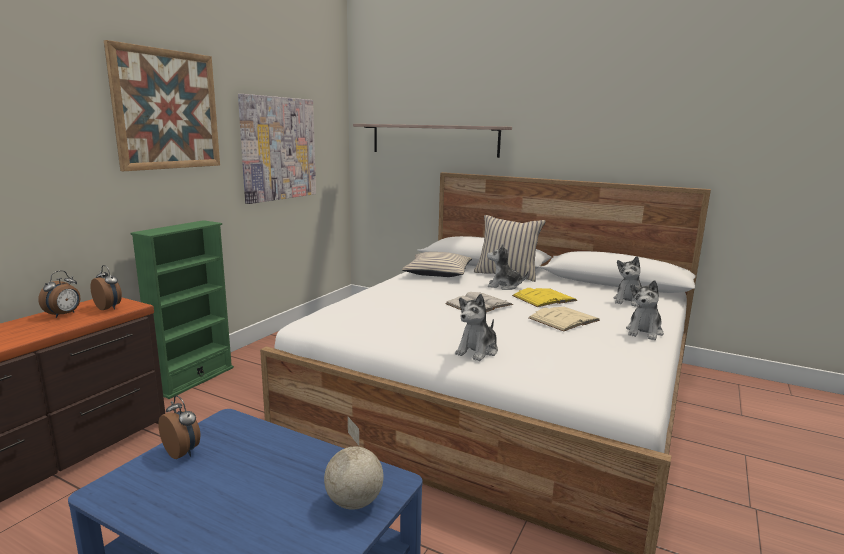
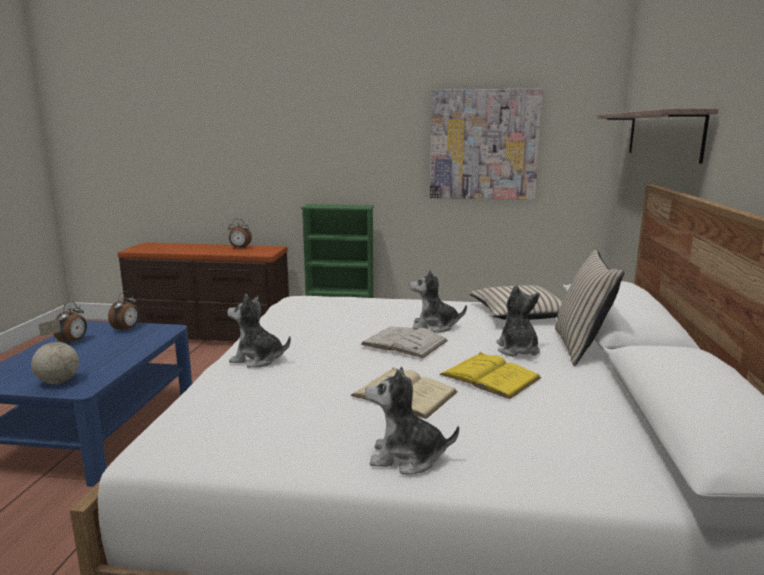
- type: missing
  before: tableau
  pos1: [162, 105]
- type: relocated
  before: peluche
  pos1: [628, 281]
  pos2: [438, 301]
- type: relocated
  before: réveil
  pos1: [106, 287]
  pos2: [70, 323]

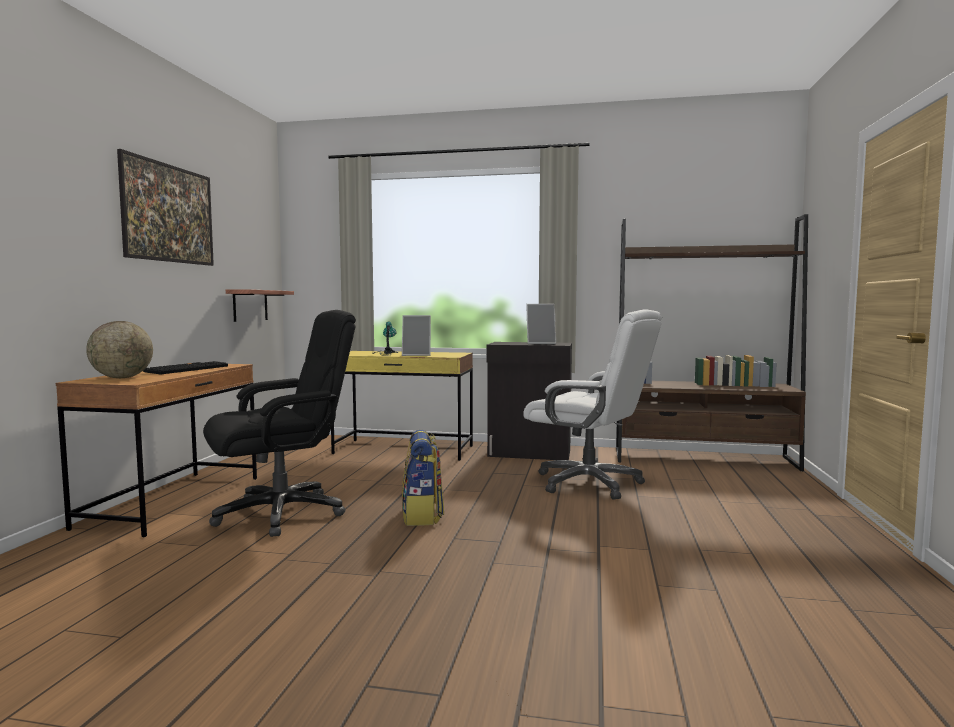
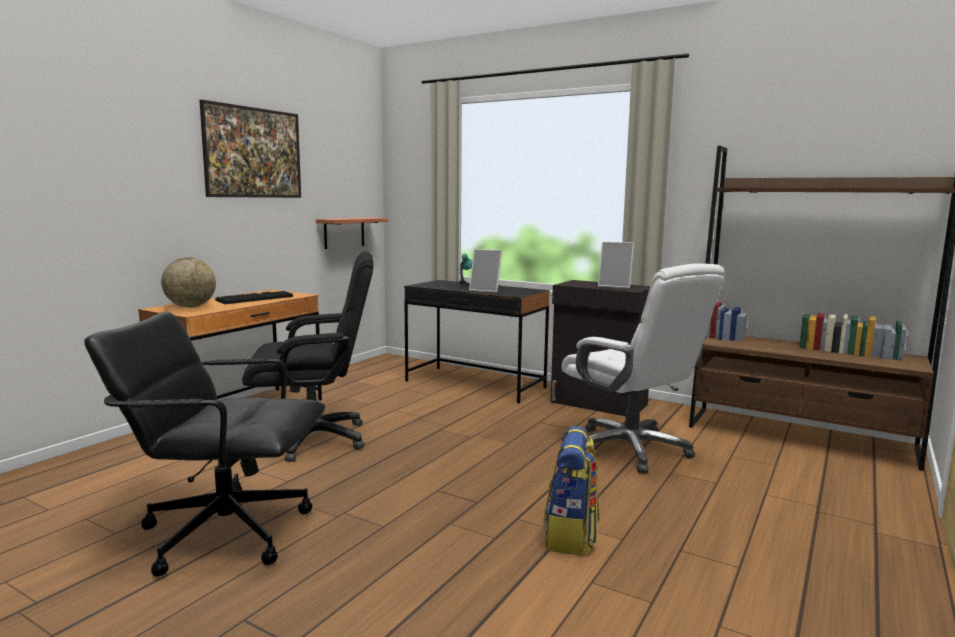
- type: colour
  before: bureau/jaune
  after: bureau/noir
  pos1: [402, 406]
  pos2: [477, 341]
- type: relocated
  before: sac à dos
  pos1: [423, 478]
  pos2: [571, 490]
- type: appeared
  after: chaise de bureau/noir
  pos2: [204, 444]

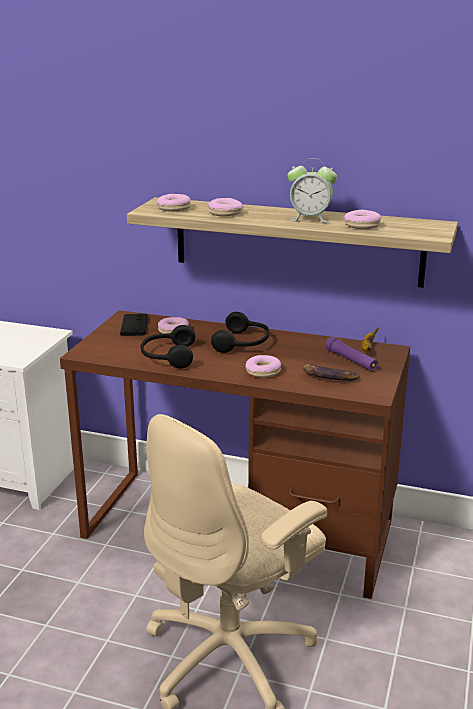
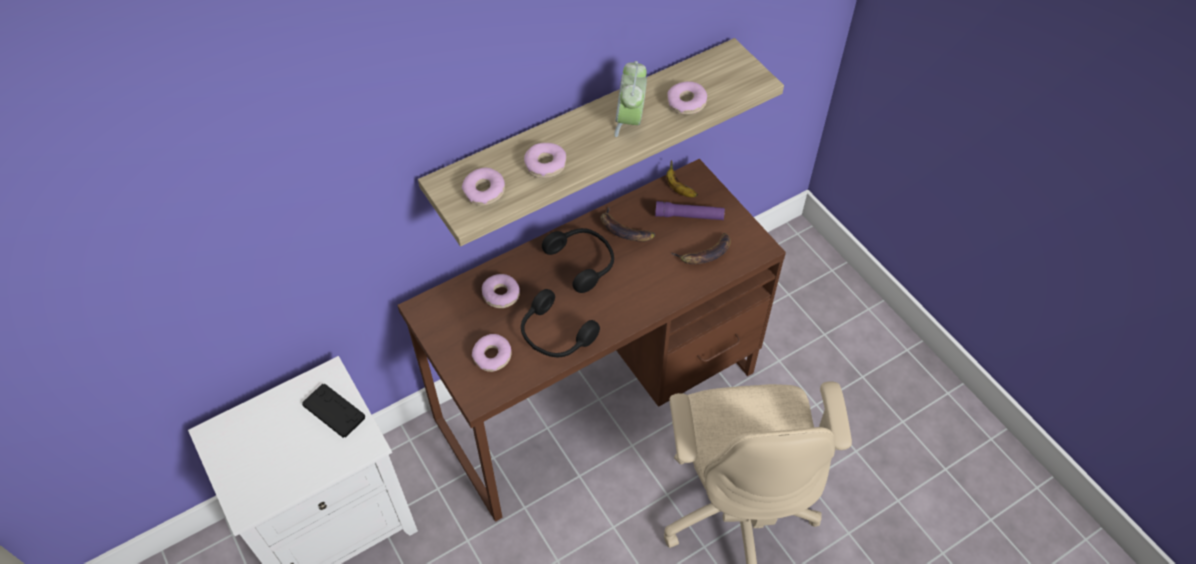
- type: spun
  before: réveil
  pos1: [312, 190]
  pos2: [630, 99]
  turn: 135
- type: relocated
  before: manette/noir
  pos1: [134, 325]
  pos2: [333, 410]
- type: relocated
  before: beignet
  pos1: [263, 366]
  pos2: [492, 353]
- type: appeared
  after: banane
  pos2: [627, 224]

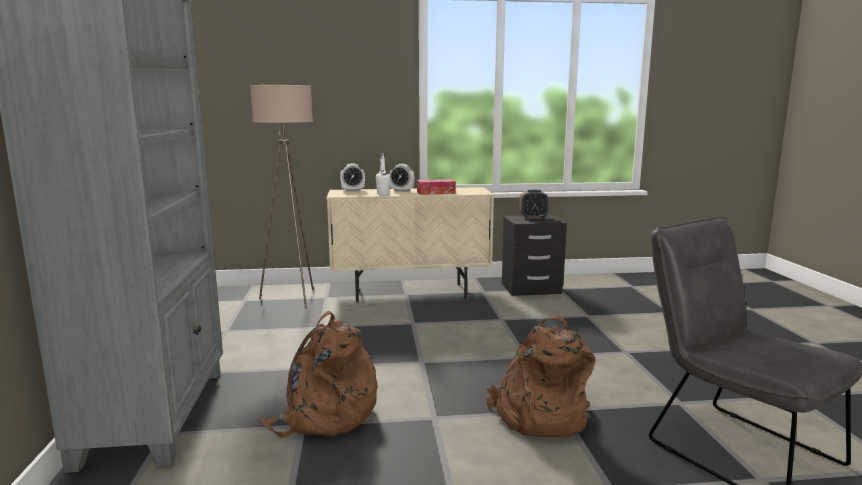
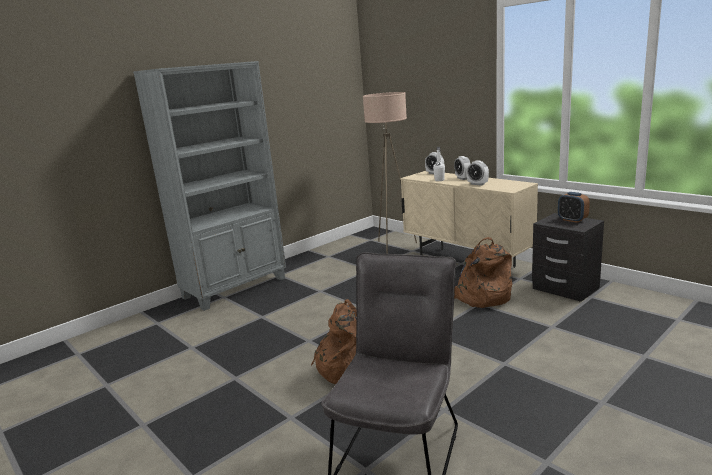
- type: exchanged
  before: boîte à mouchoirs
  after: réveil
  pos1: [436, 187]
  pos2: [478, 173]
- type: relocated
  before: sac à dos/marron
  pos1: [318, 374]
  pos2: [483, 272]

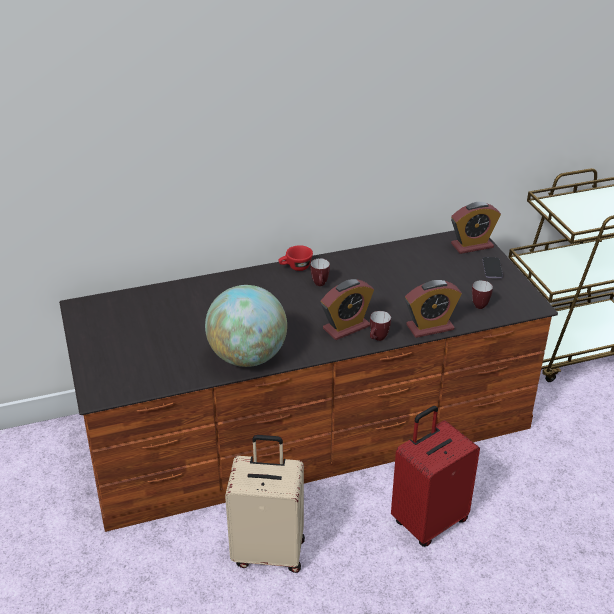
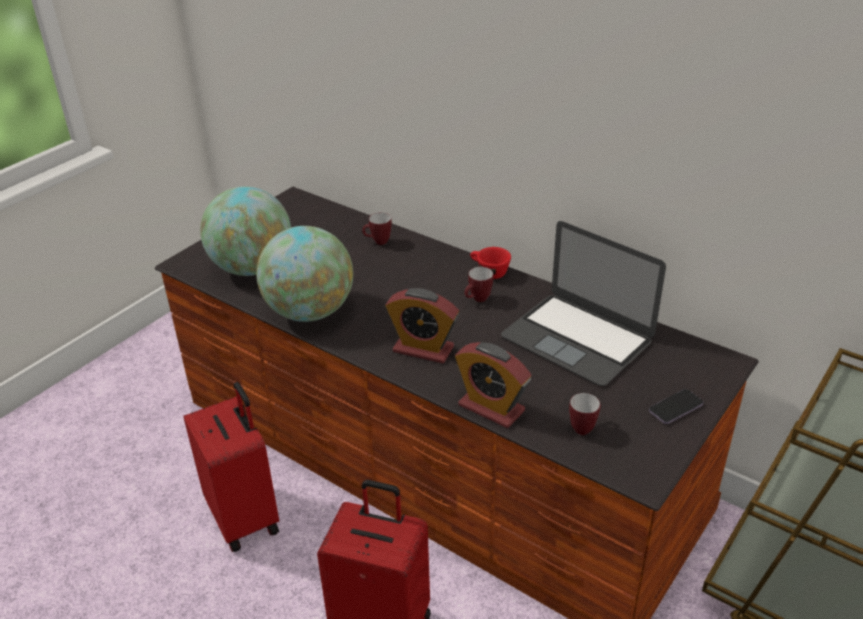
- type: missing
  before: réveil
  pos1: [476, 228]
- type: relocated
  before: mug
  pos1: [380, 326]
  pos2: [377, 229]
- type: colour
  before: valise/beige
  after: valise/rouge
  pos1: [265, 504]
  pos2: [231, 467]
- type: appeared
  after: globe
  pos2: [245, 231]
- type: appeared
  after: ordinateur portable
  pos2: [583, 303]

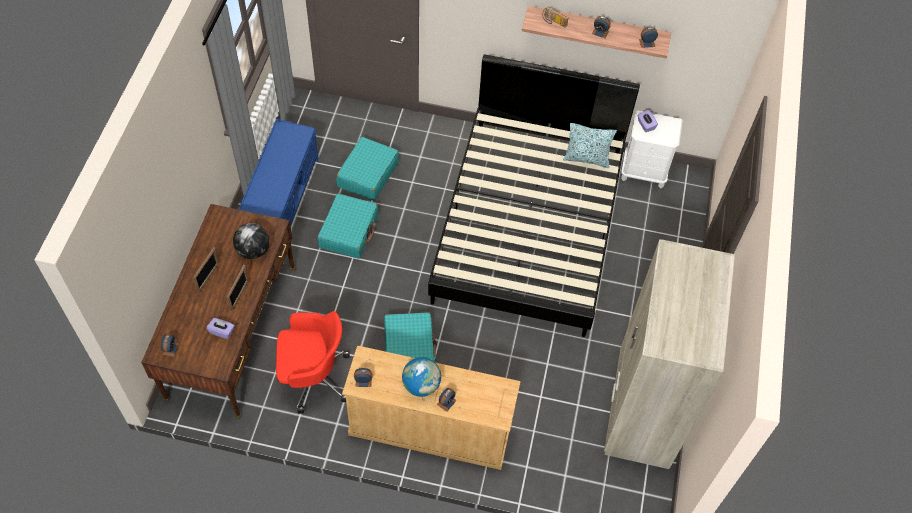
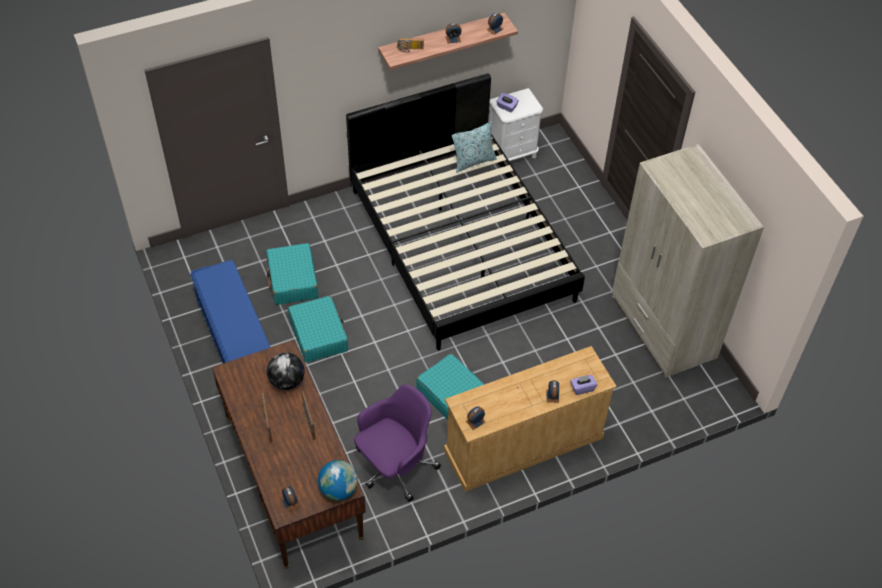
- type: colour
  before: chaise de bureau/rouge
  after: chaise de bureau/violet
  pos1: [313, 362]
  pos2: [397, 443]
- type: relocated
  before: boîte à mouchoirs/violet
  pos1: [220, 328]
  pos2: [584, 385]
- type: relocated
  before: globe
  pos1: [421, 377]
  pos2: [338, 480]

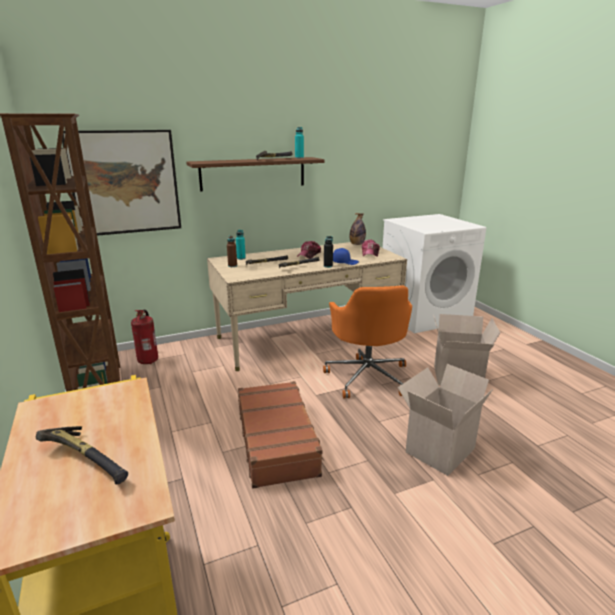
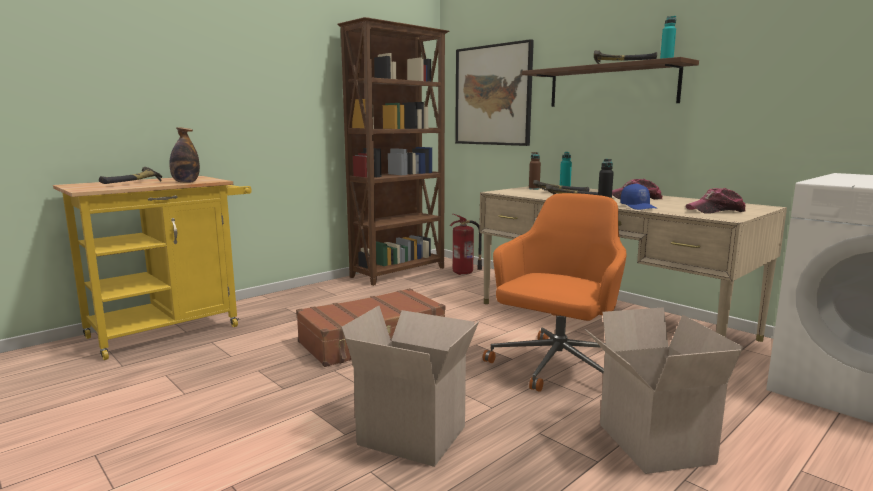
- type: relocated
  before: bouteille
  pos1: [358, 229]
  pos2: [184, 155]
- type: spun
  before: chaise de bureau/orange
  pos1: [367, 341]
  pos2: [555, 292]
  turn: 150

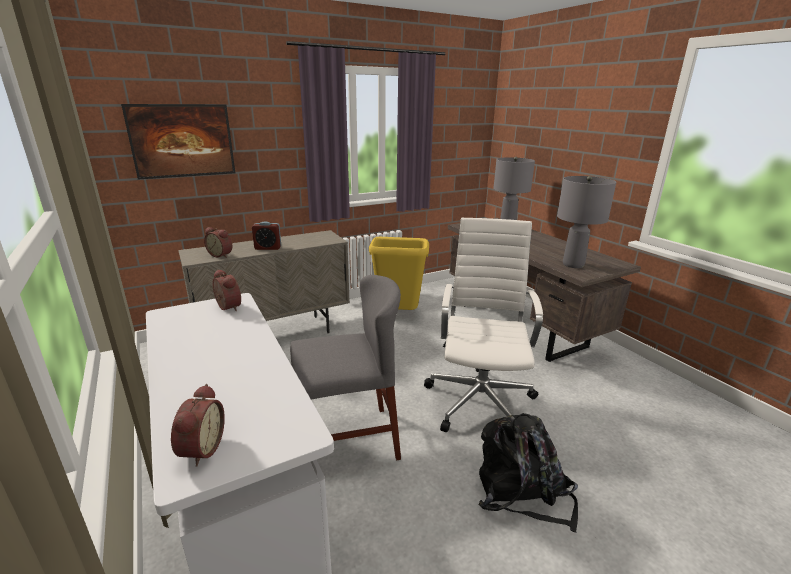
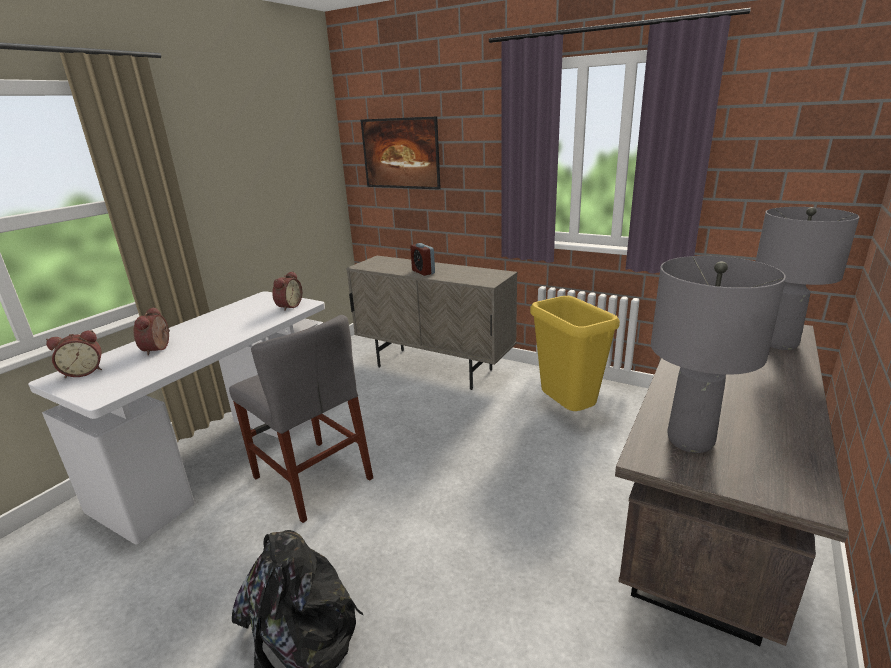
- type: missing
  before: chaise de bureau/blanc
  pos1: [483, 325]
- type: relocated
  before: réveil
  pos1: [218, 242]
  pos2: [152, 331]

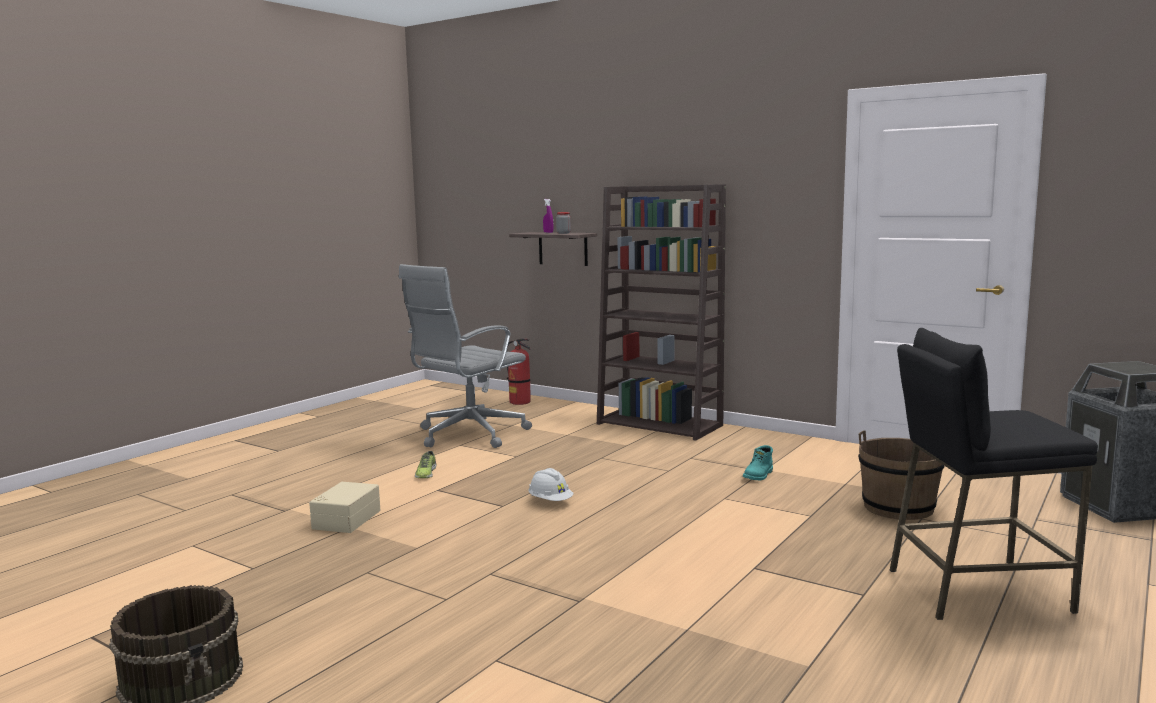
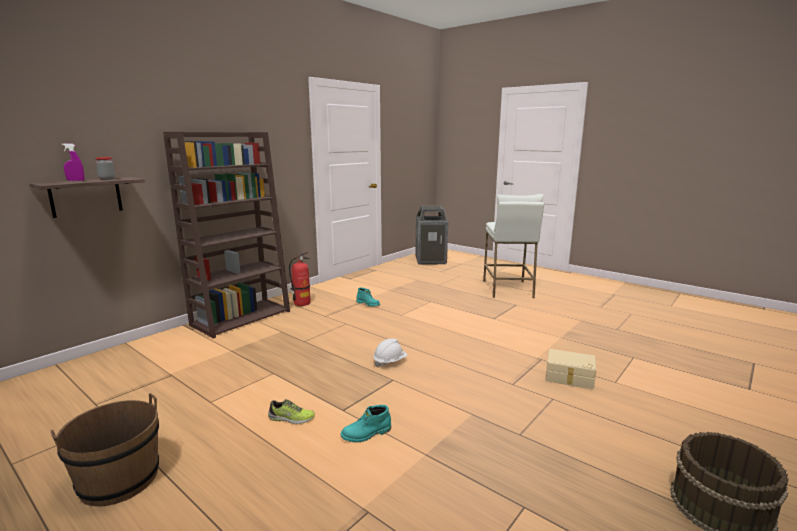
- type: missing
  before: chaise de bureau/gris
  pos1: [465, 356]
- type: colour
  before: tabouret/noir
  after: tabouret/blanc
  pos1: [994, 474]
  pos2: [513, 246]
- type: relocated
  before: extincteur
  pos1: [519, 371]
  pos2: [300, 279]
- type: relocated
  before: seau/marron
  pos1: [901, 475]
  pos2: [105, 450]
- type: relocated
  before: boîte de rangement/beige
  pos1: [345, 507]
  pos2: [570, 369]
- type: appeared
  after: botte/turquoise
  pos2: [366, 423]

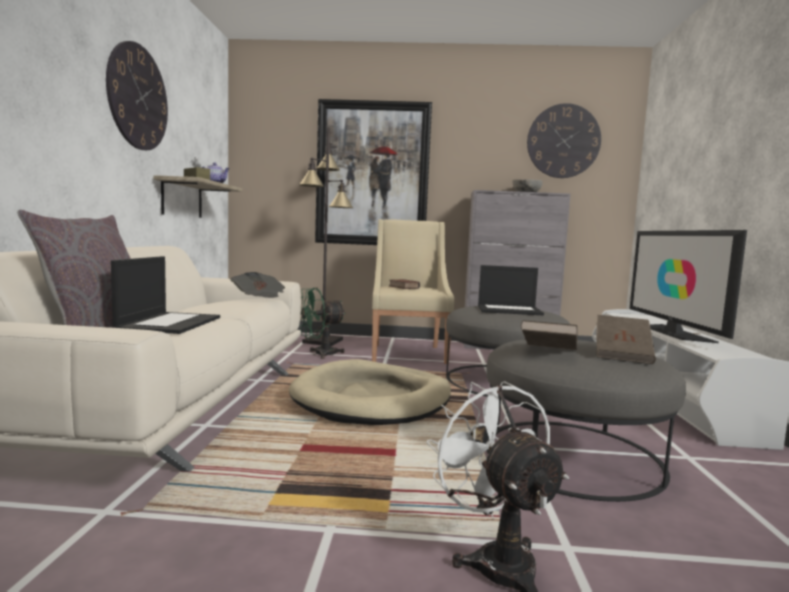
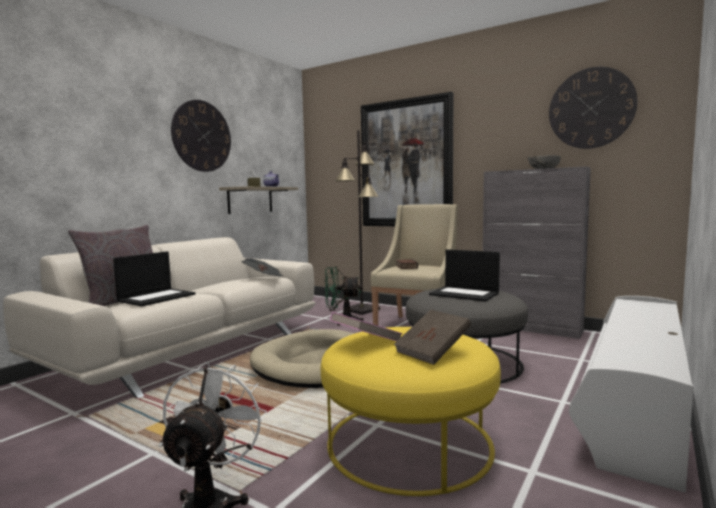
- type: missing
  before: téléviseur
  pos1: [688, 286]
- type: colour
  before: livre/marron
  after: livre/rose
  pos1: [549, 335]
  pos2: [366, 326]
- type: colour
  before: pouf/gris
  after: pouf/jaune
  pos1: [586, 420]
  pos2: [411, 411]

